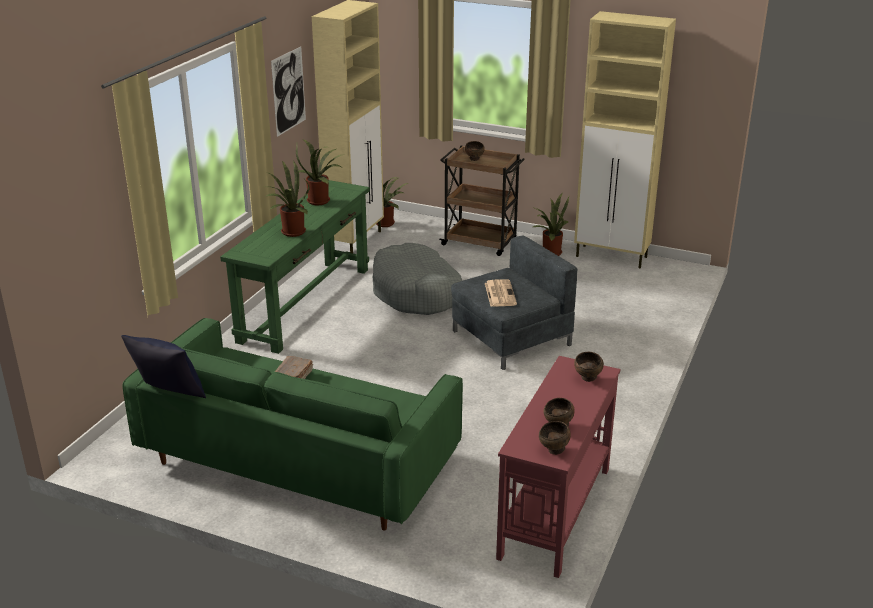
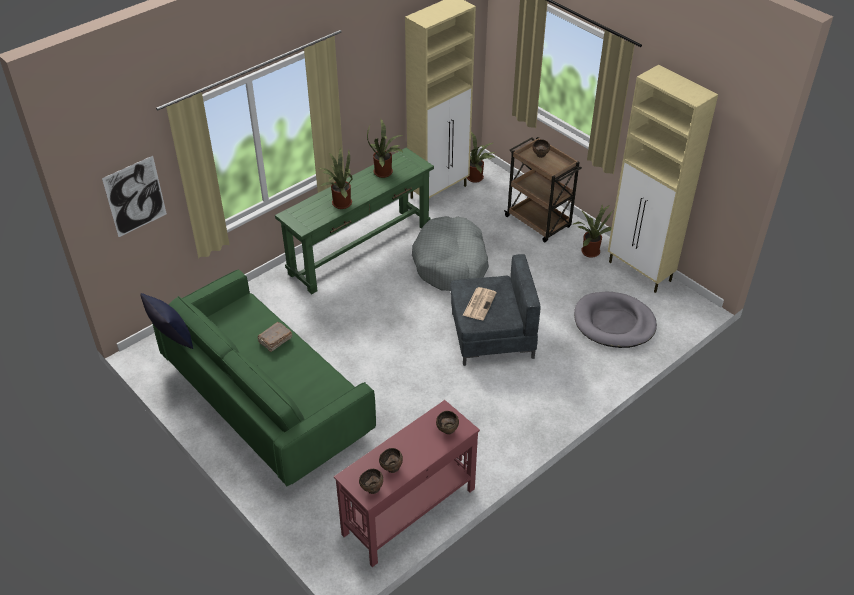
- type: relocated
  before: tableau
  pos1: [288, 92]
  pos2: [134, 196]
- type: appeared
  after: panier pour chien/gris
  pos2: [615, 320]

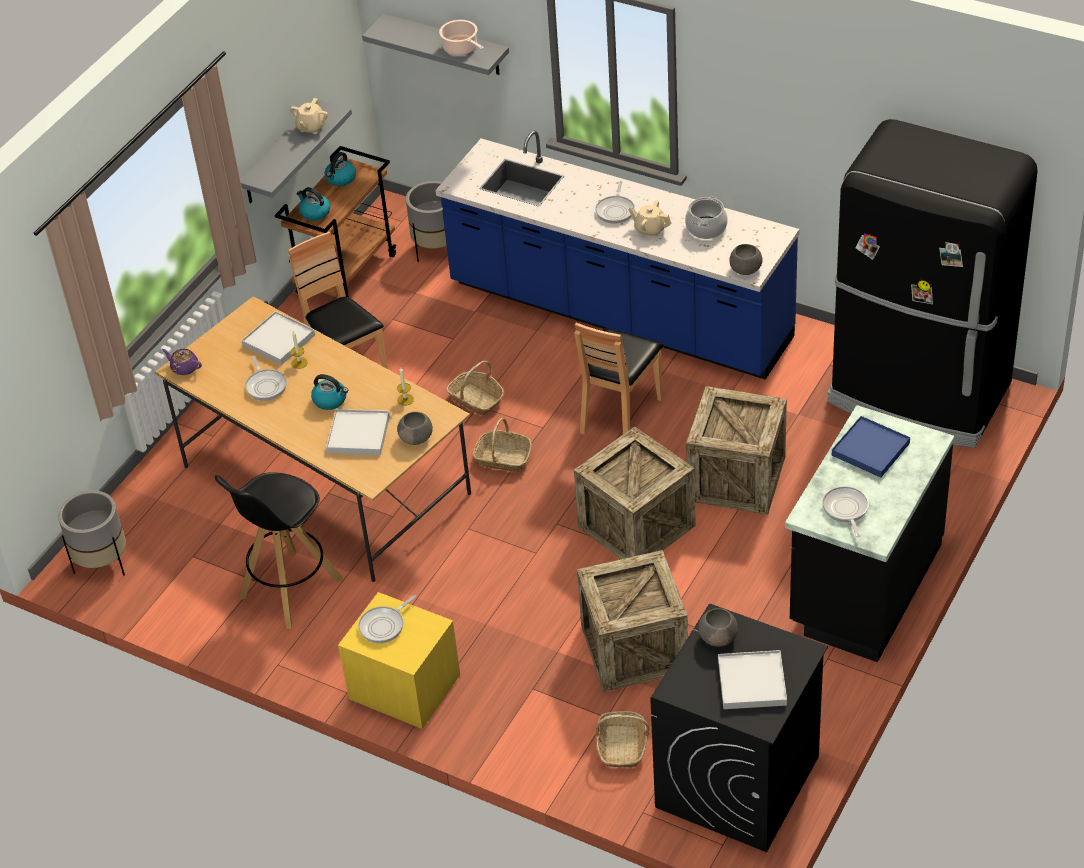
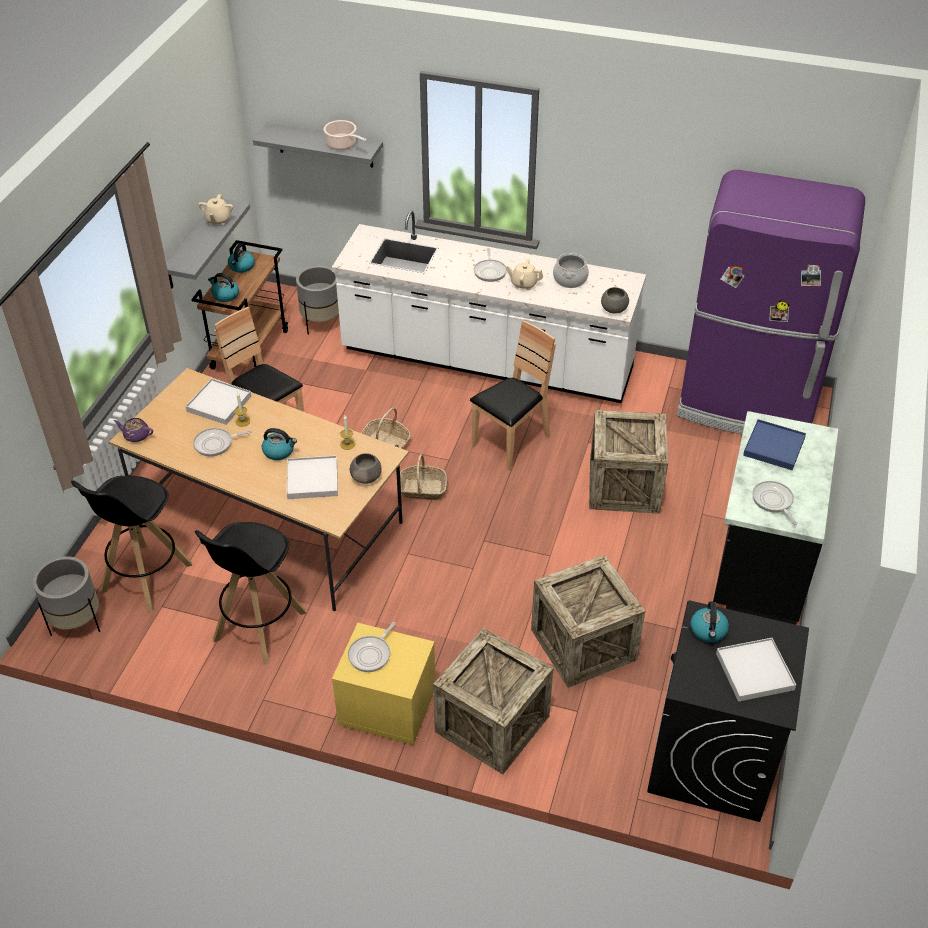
- type: colour
  before: réfrigérateur/noir
  after: réfrigérateur/violet
  pos1: [932, 283]
  pos2: [771, 302]
- type: colour
  before: comptoir de cuisine/bleu
  after: comptoir de cuisine/blanc
  pos1: [617, 255]
  pos2: [489, 307]
- type: spun
  before: chaise/marron
  pos1: [618, 379]
  pos2: [513, 395]
  turn: -150
- type: spun
  before: poêle
  pos1: [266, 378]
  pos2: [222, 442]
  turn: 105
- type: relocated
  before: caisse
  pos1: [635, 493]
  pos2: [493, 701]
- type: exchanged
  before: bol/gris
  after: bouilloire
  pos1: [718, 627]
  pos2: [709, 622]
- type: missing
  before: panier
  pos1: [623, 739]
- type: appeared
  after: tabouret/noir
  pos2: [131, 544]

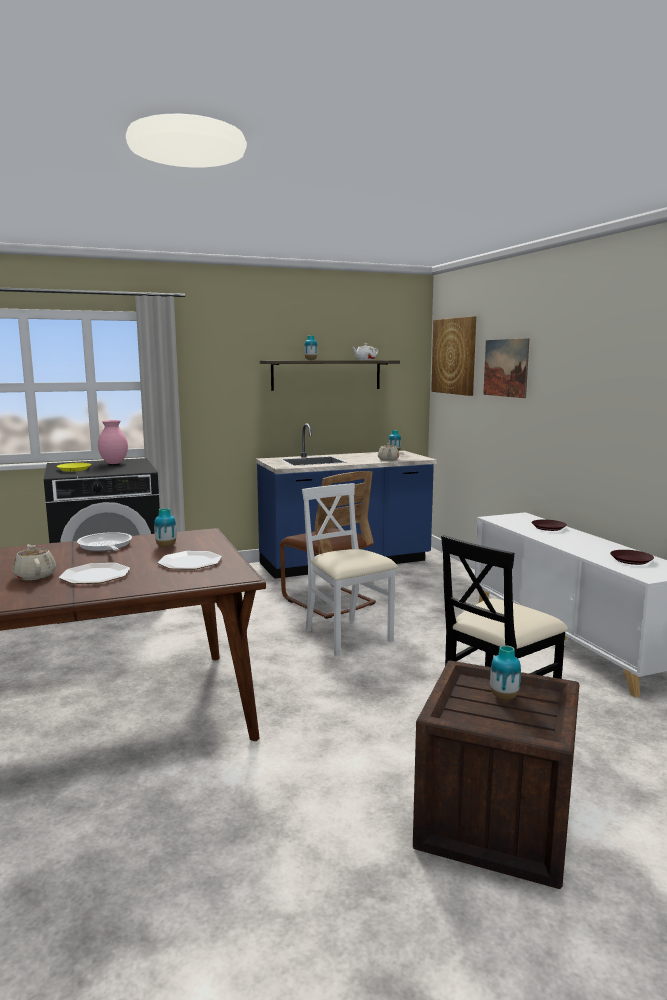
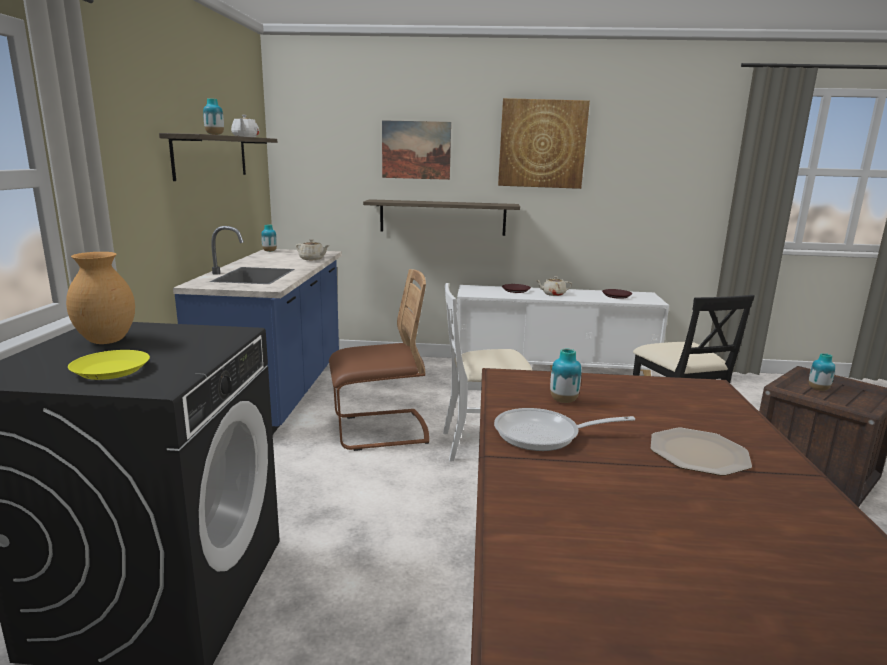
- type: relocated
  before: tableau
  pos1: [453, 356]
  pos2: [544, 143]
- type: colour
  before: vase/rose
  after: vase/marron
  pos1: [113, 442]
  pos2: [100, 298]
- type: relocated
  before: théière/beige
  pos1: [34, 562]
  pos2: [554, 286]
- type: missing
  before: assiette
  pos1: [190, 560]
- type: appeared
  after: étagère
  pos2: [441, 217]

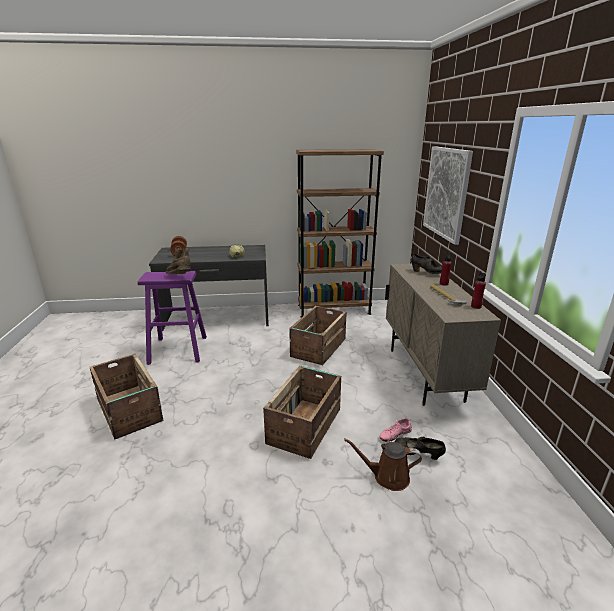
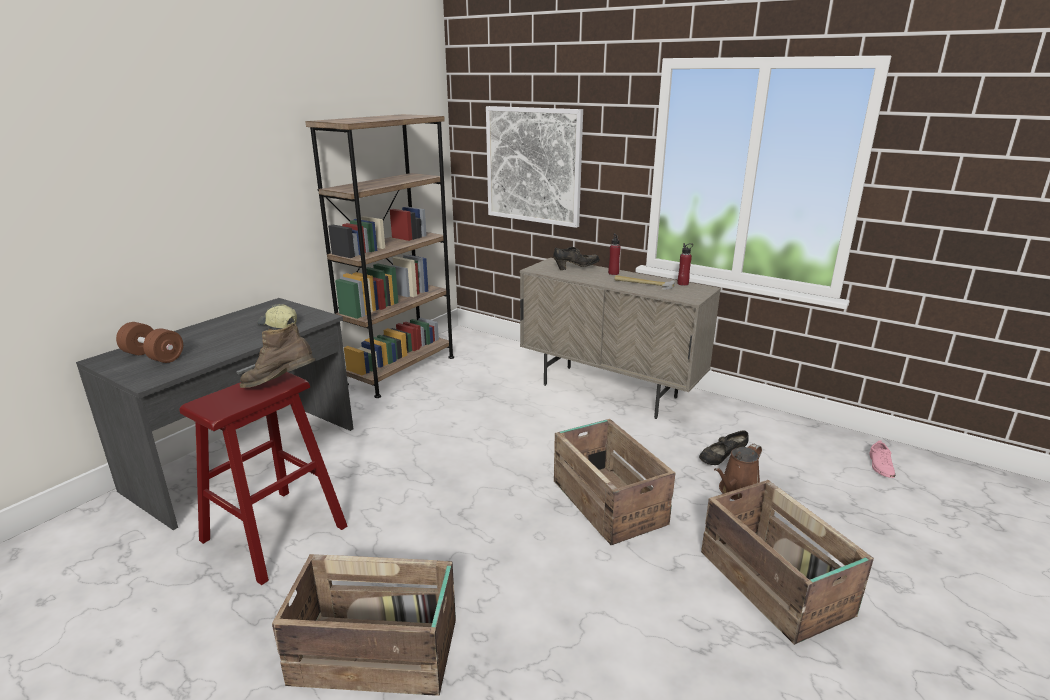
- type: colour
  before: tabouret/violet
  after: tabouret/rouge
  pos1: [172, 318]
  pos2: [263, 478]
- type: relocated
  before: caisse
  pos1: [318, 335]
  pos2: [787, 562]
- type: relocated
  before: chaussure/rose
  pos1: [395, 430]
  pos2: [882, 459]

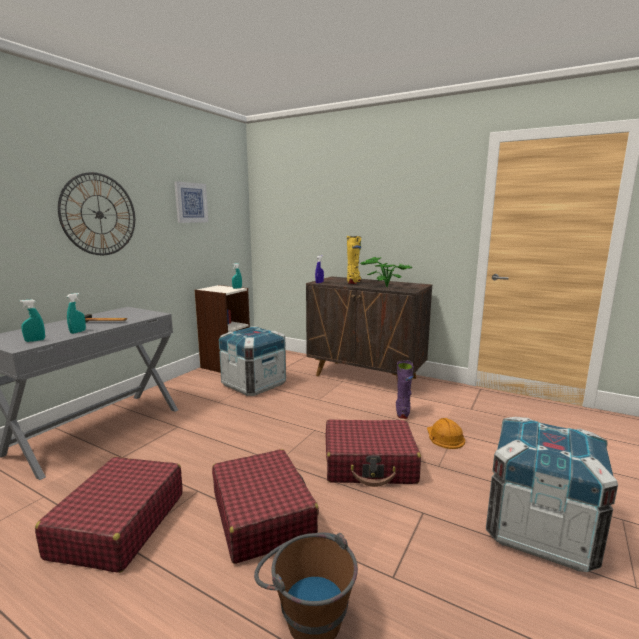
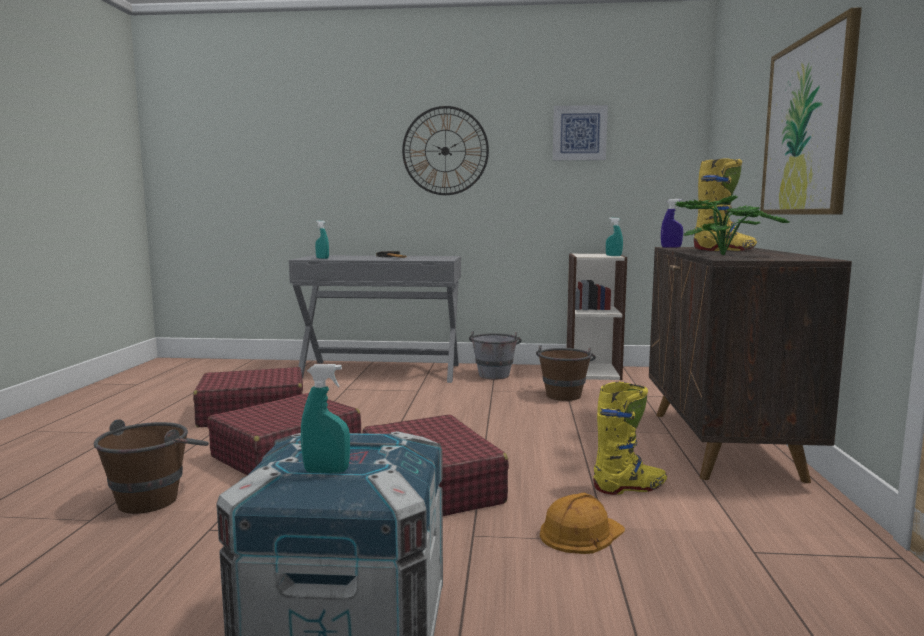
- type: relocated
  before: vaporisateur/turquoise
  pos1: [76, 313]
  pos2: [325, 418]
- type: exchanged
  before: caisse
  after: seau/marron
  pos1: [252, 361]
  pos2: [566, 373]
- type: colour
  before: botte/violet
  after: botte/jaune
  pos1: [405, 389]
  pos2: [630, 438]
- type: appeared
  after: tableau
  pos2: [811, 111]
- type: appeared
  after: seau/gris
  pos2: [495, 355]

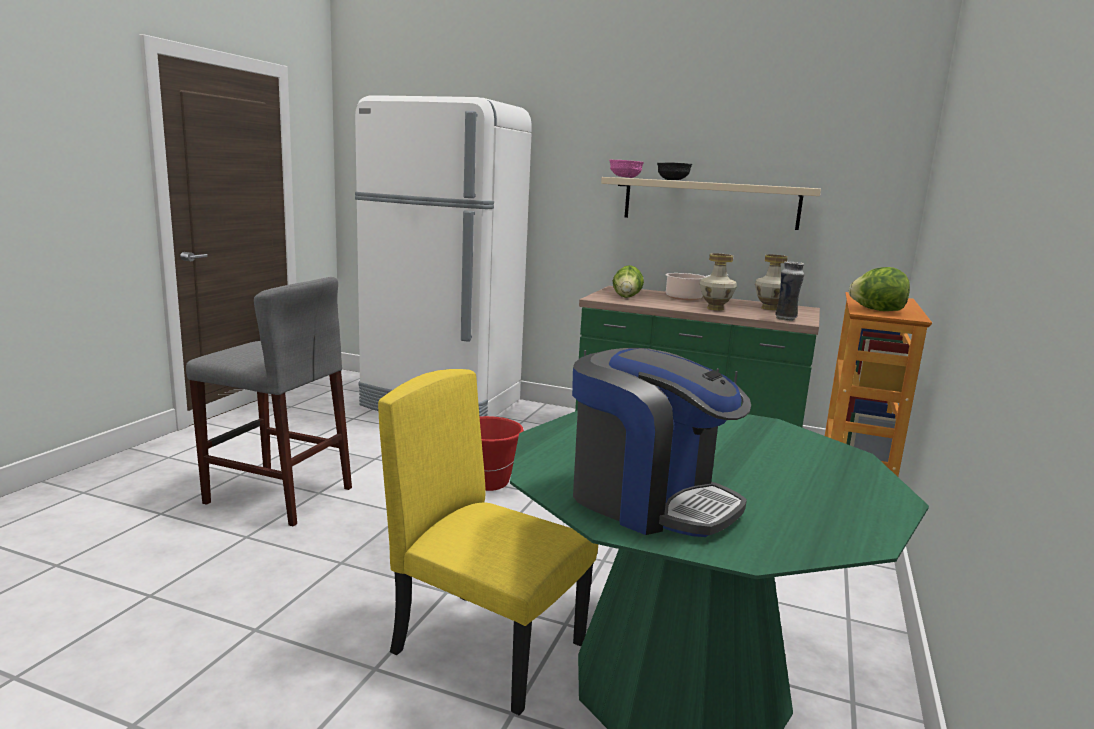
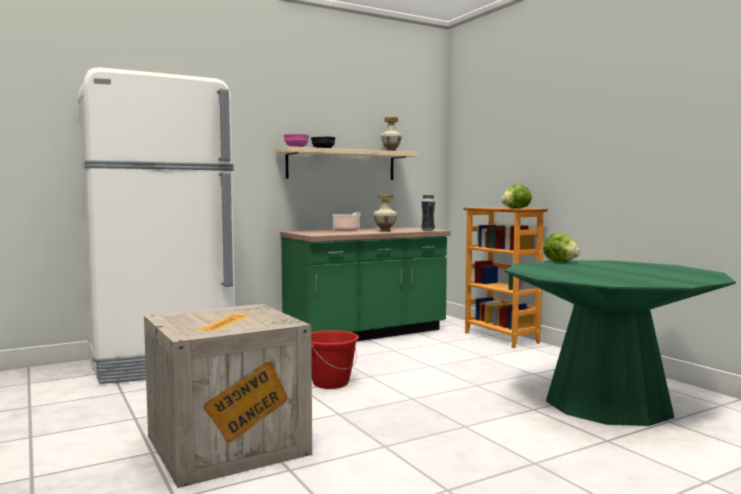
- type: relocated
  before: vase
  pos1: [771, 282]
  pos2: [391, 134]
- type: relocated
  before: laitue
  pos1: [628, 281]
  pos2: [561, 247]
- type: exchanged
  before: tabouret/gris
  after: caisse
  pos1: [269, 402]
  pos2: [228, 396]
- type: missing
  before: machine à café
  pos1: [661, 442]
- type: missing
  before: chaise/jaune
  pos1: [488, 542]

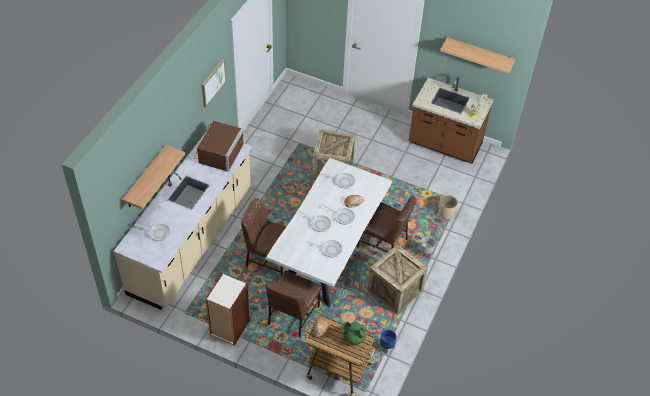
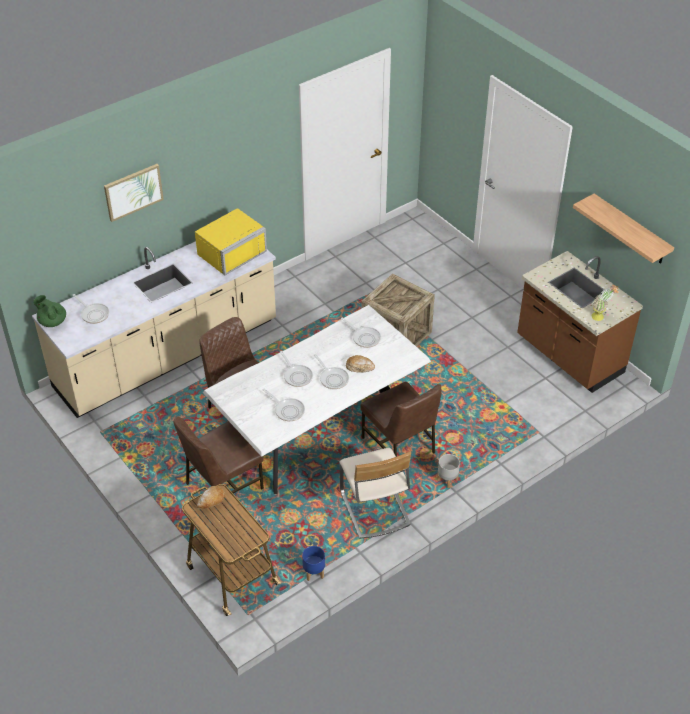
- type: relocated
  before: tableau
  pos1: [214, 83]
  pos2: [134, 193]
- type: colour
  before: micro-ondes/marron
  after: micro-ondes/jaune
  pos1: [219, 146]
  pos2: [231, 241]
- type: missing
  before: étagère
  pos1: [153, 177]
- type: missing
  before: cache-pot/beige
  pos1: [448, 207]
- type: exchanged
  before: caisse
  after: chaise/beige
  pos1: [397, 279]
  pos2: [375, 493]
- type: missing
  before: bibliothèque
  pos1: [227, 310]
- type: relocated
  before: théière/vert
  pos1: [354, 333]
  pos2: [49, 311]

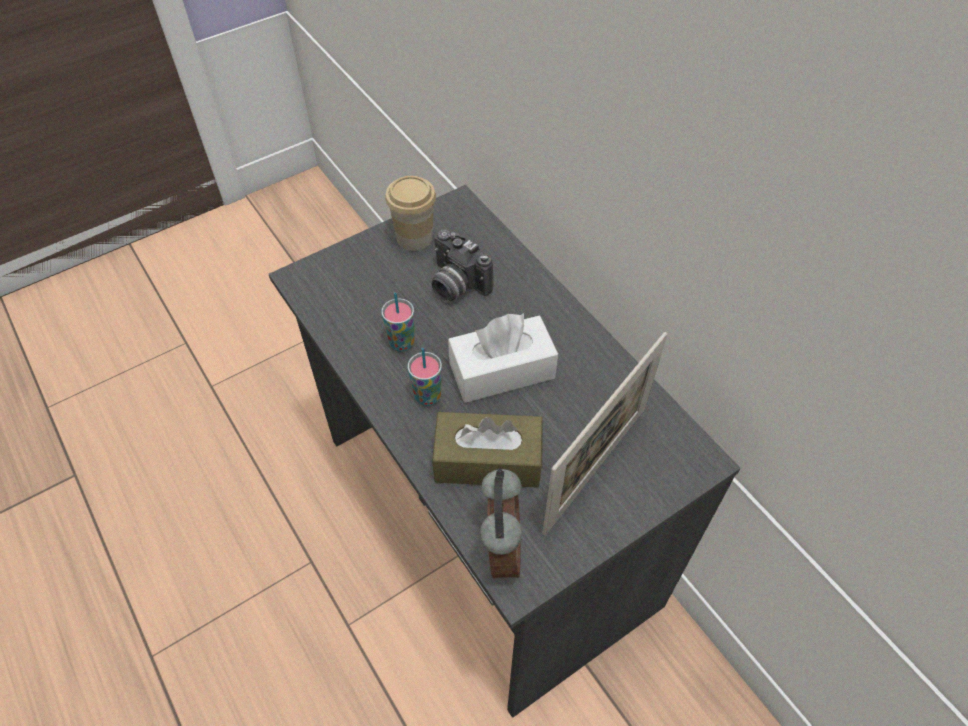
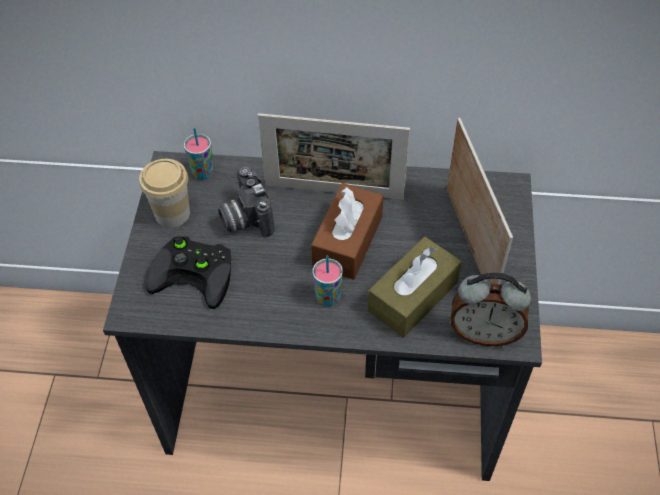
- type: spun
  before: appareil photo
  pos1: [462, 265]
  pos2: [246, 202]
  turn: 75
- type: relocated
  before: tasse
  pos1: [398, 322]
  pos2: [199, 153]
- type: colour
  before: boîte à mouchoirs/blanc
  after: boîte à mouchoirs/marron
  pos1: [503, 358]
  pos2: [347, 231]
- type: spun
  before: réveil
  pos1: [501, 523]
  pos2: [490, 309]
  turn: 150
- type: appeared
  after: cadre photo
  pos2: [334, 156]
- type: appeared
  after: manette/noir
  pos2: [188, 272]

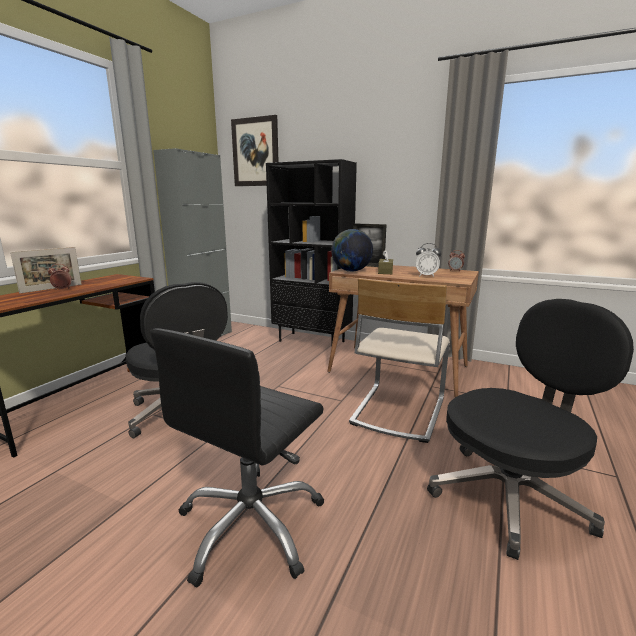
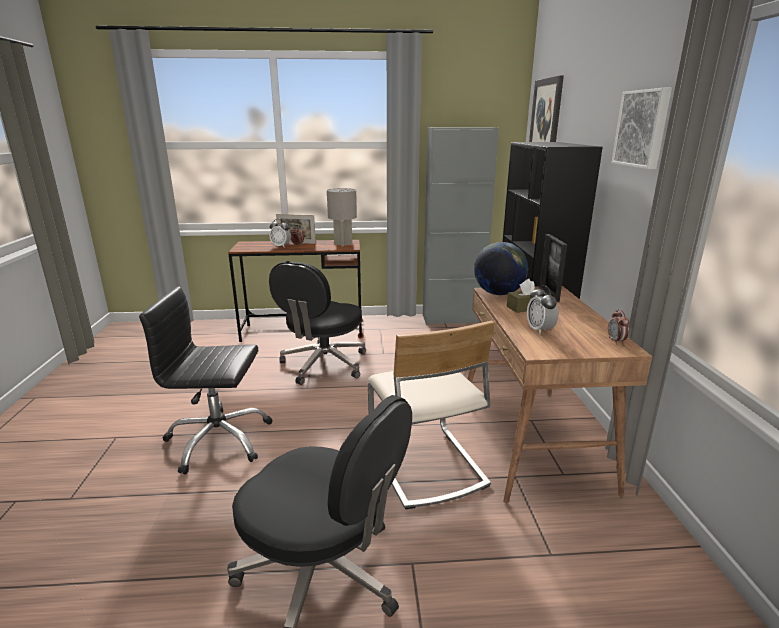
- type: spun
  before: chaise/beige
  pos1: [399, 360]
  pos2: [431, 415]
  turn: -105
- type: appeared
  after: tableau
  pos2: [641, 128]
- type: appeared
  after: lampe de table/gris
  pos2: [342, 217]
- type: appeared
  after: réveil
  pos2: [280, 233]

